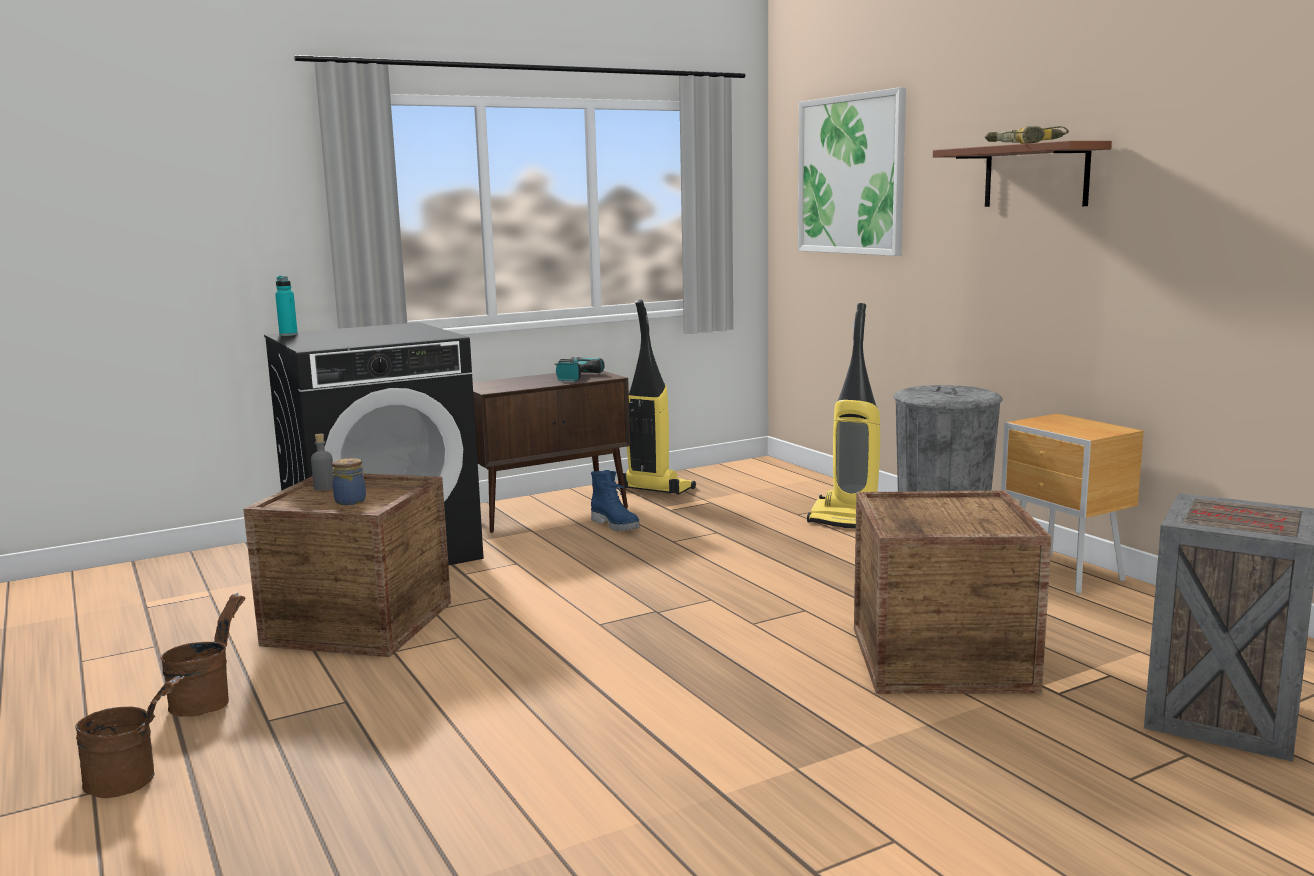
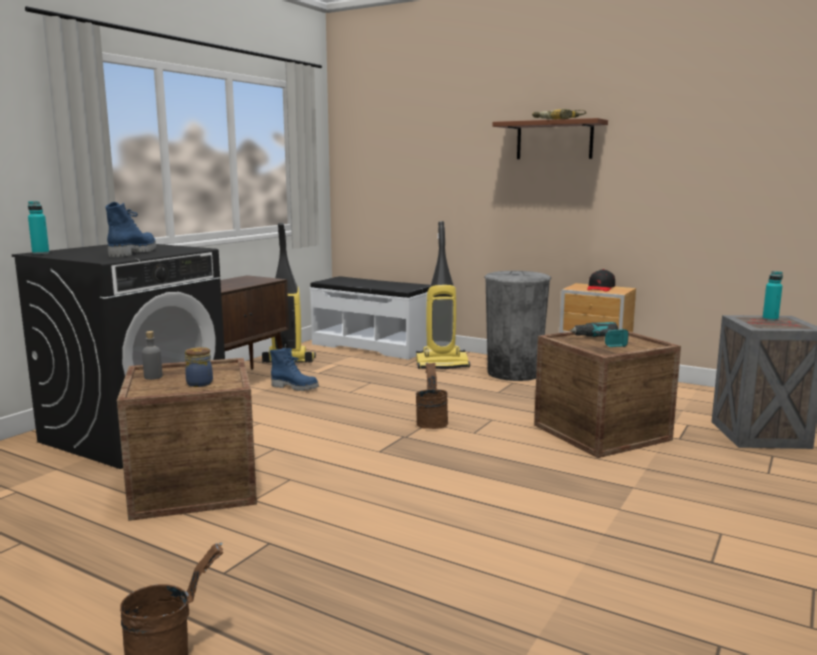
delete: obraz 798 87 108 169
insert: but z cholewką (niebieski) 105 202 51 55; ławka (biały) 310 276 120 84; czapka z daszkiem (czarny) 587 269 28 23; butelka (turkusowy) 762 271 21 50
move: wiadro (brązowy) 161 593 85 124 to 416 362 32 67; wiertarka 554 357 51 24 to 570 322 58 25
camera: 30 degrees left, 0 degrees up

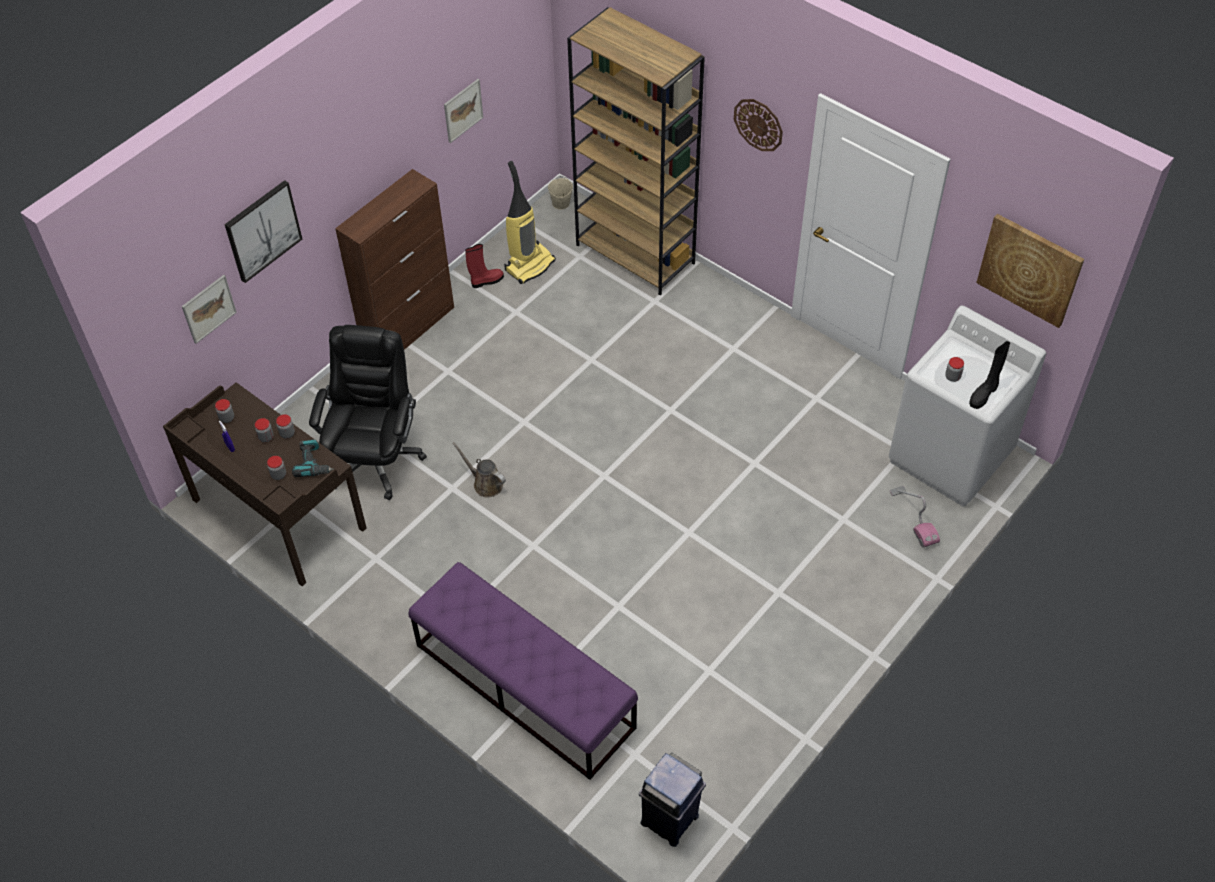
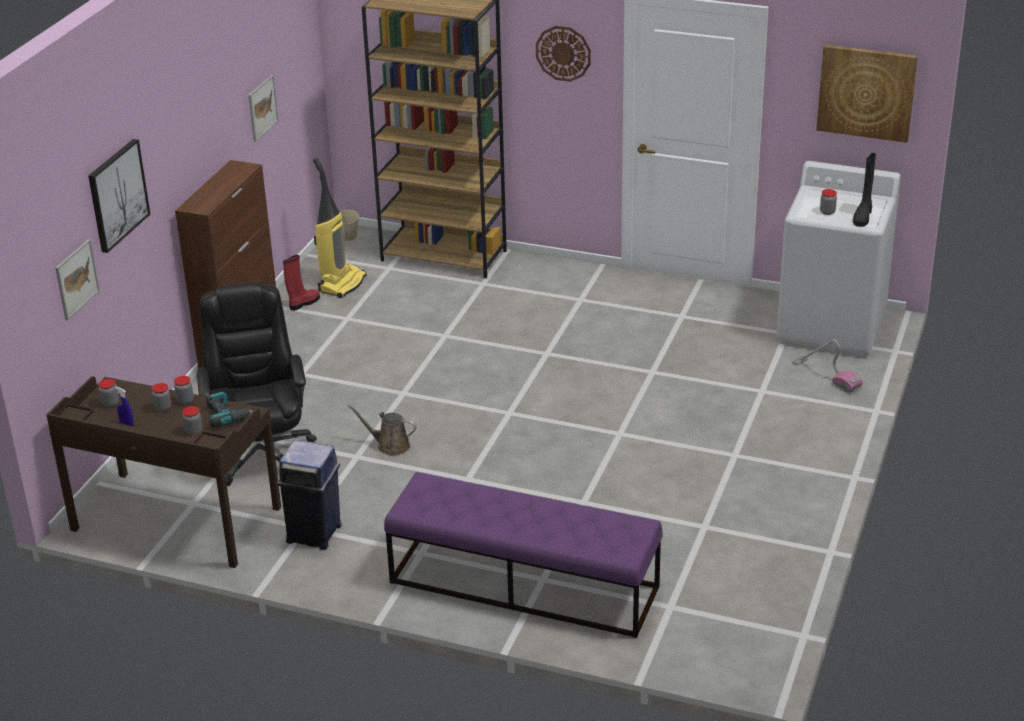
move: kosz na śmieci (niebieski) 639 753 67 94 to 277 440 65 110
camera: 20 degrees left, 20 degrees down

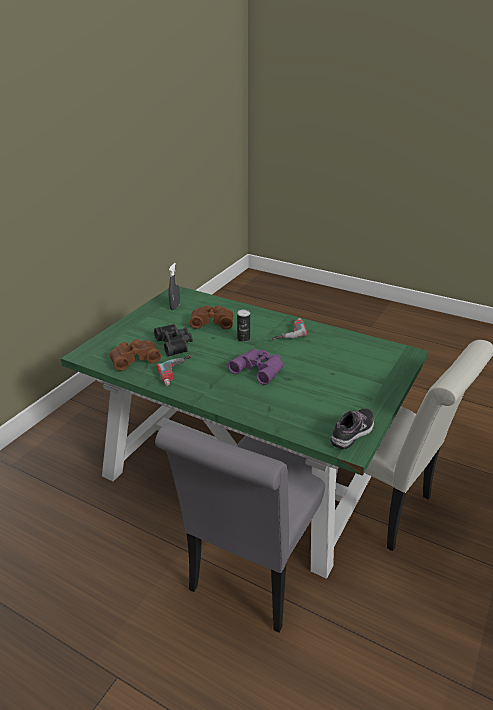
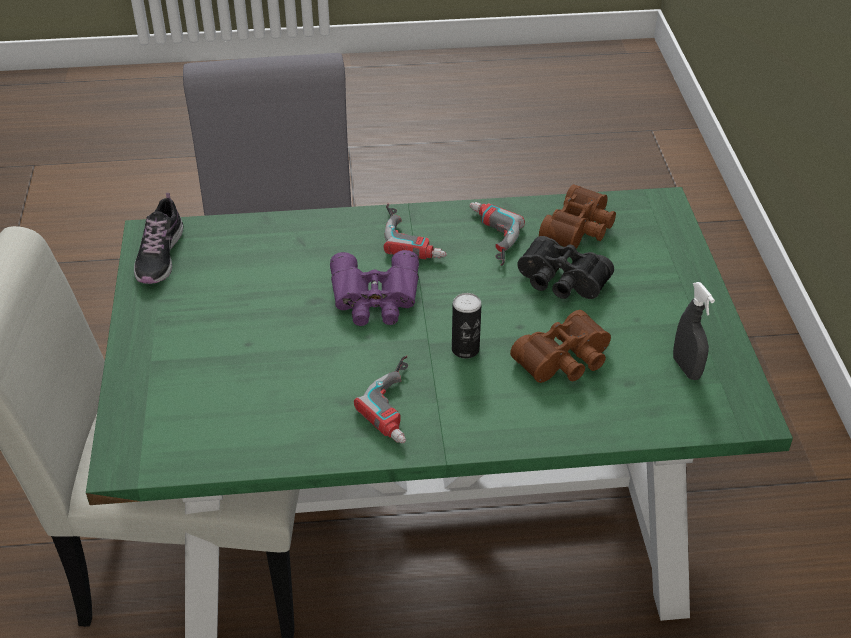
insert: wiertarka 383 203 64 57
camera: 145 degrees right, 10 degrees up

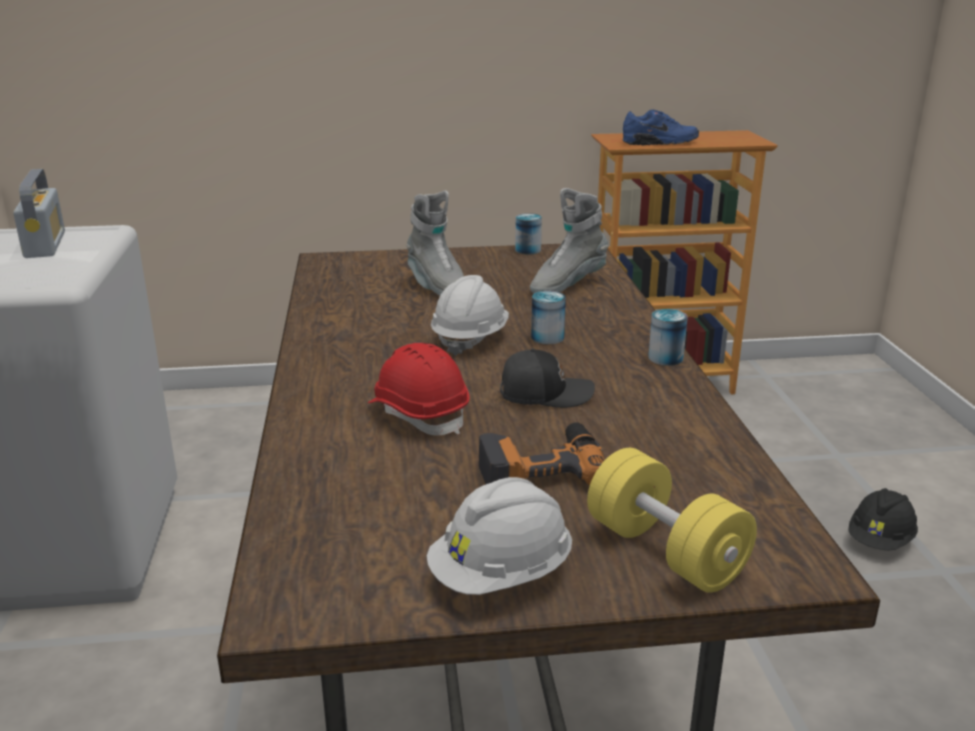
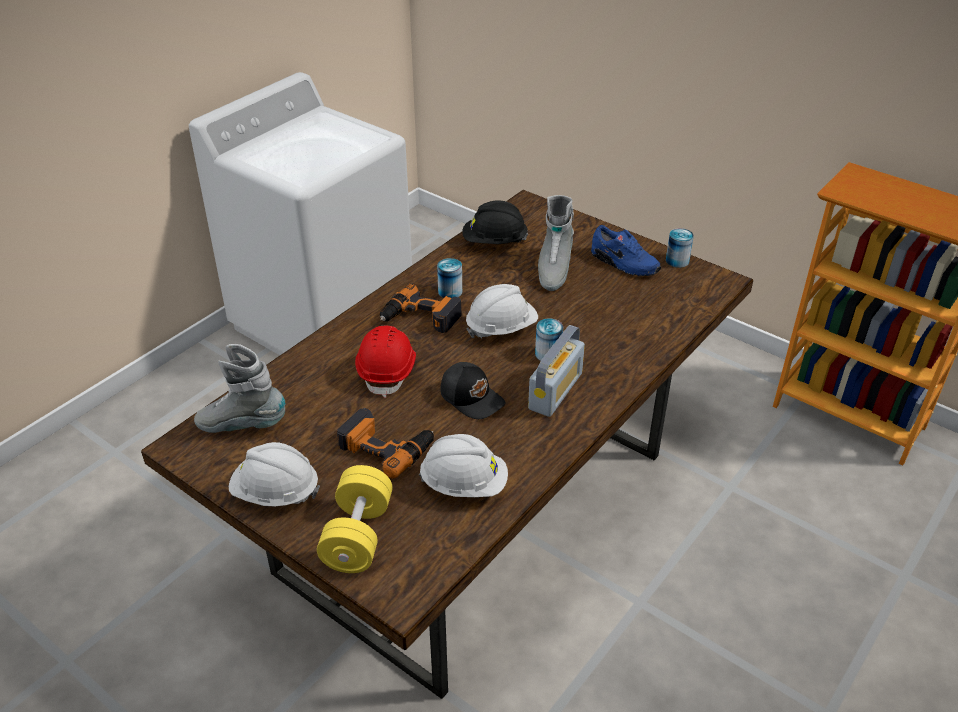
insert: wiertarka 380 284 82 49; kask (biały) 419 434 89 63
move: radio 13 169 52 89 to 528 325 57 92; but z cholewką (szary) 530 188 79 106 to 194 344 91 89; but (niebieski) 623 110 76 36 to 591 225 70 51; puszka 648 309 40 57 to 437 258 25 40; kask (czarny) 848 488 70 62 to 462 201 66 43
camera: 45 degrees right, 15 degrees up

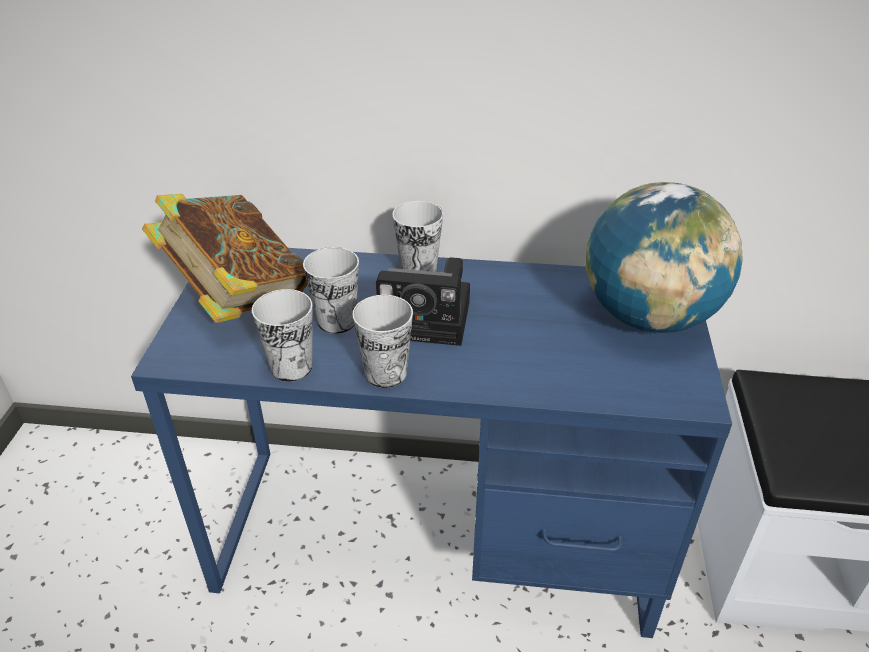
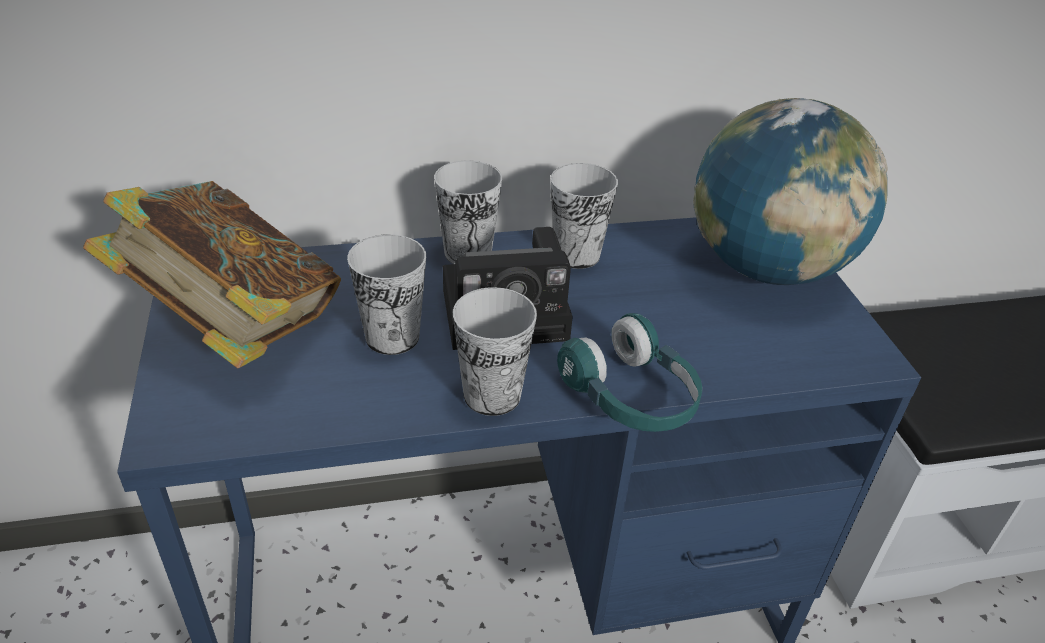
insert: słuchawki (turkusowy) 557 313 145 119
move: filiżanka 252 289 60 93 to 551 163 67 106
camera: 20 degrees left, 0 degrees up

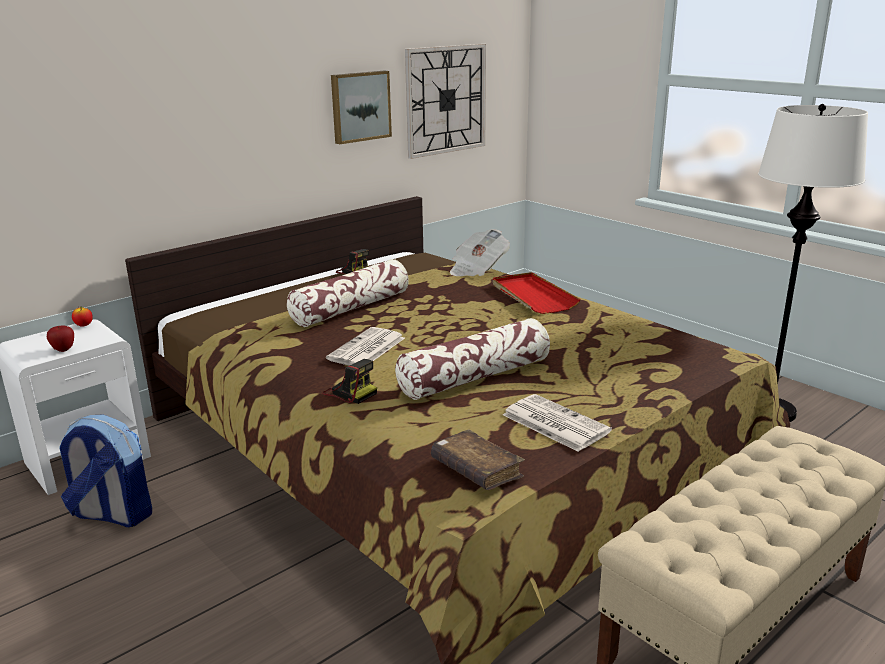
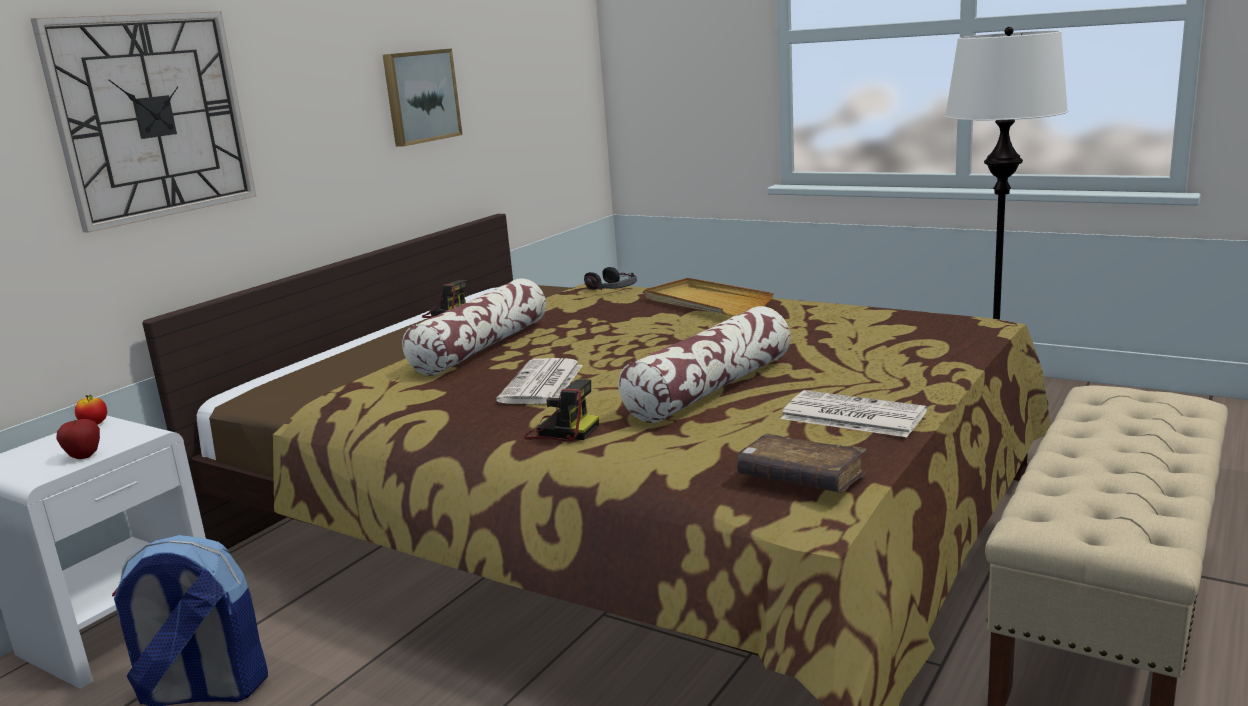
move: zegar ścienny 405 44 81 115 to 31 11 225 222
replace: gazeta 450 229 60 47 to słuchawki 584 267 53 23
recolor: taca (czerwony) 493 272 88 42 to taca (beżowy) 645 278 129 38
camera: 15 degrees left, 5 degrees down

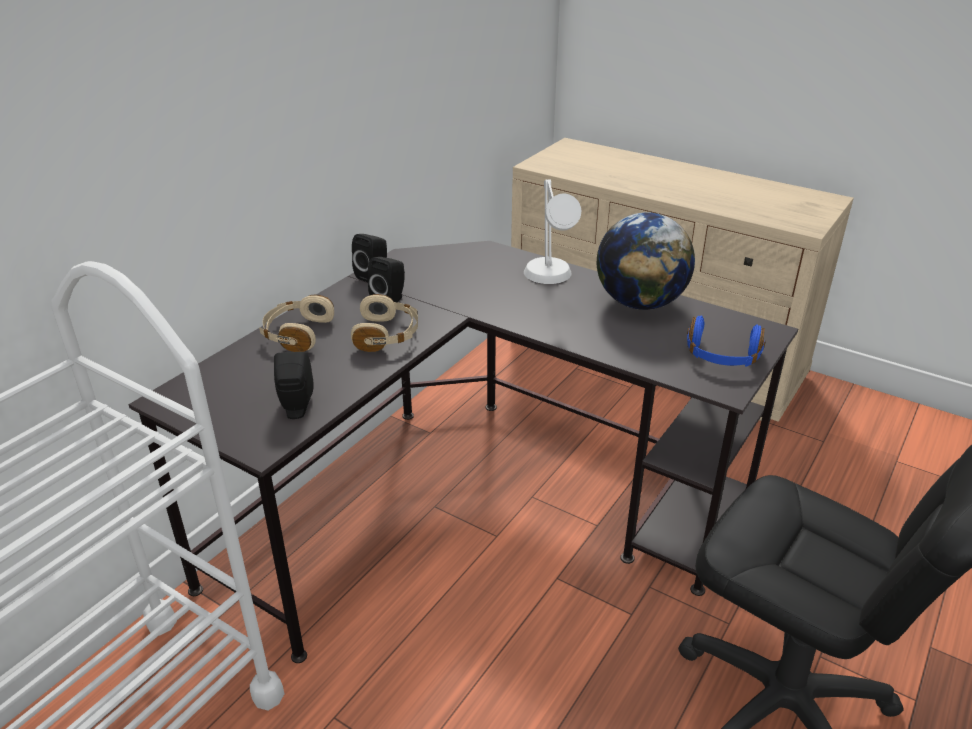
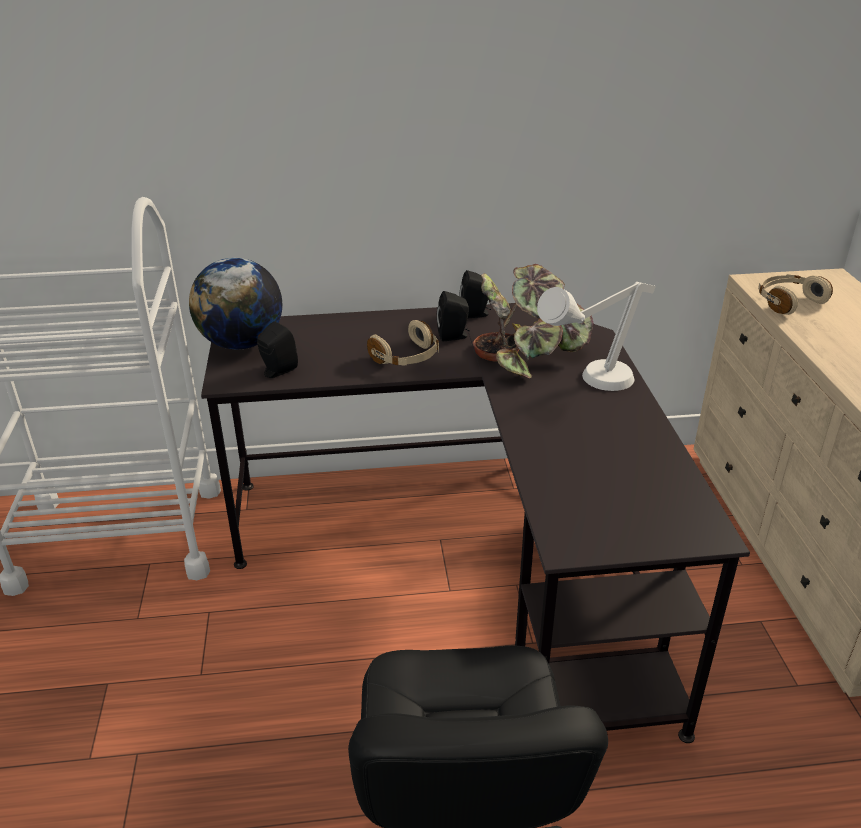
delete: słuchawki (niebieski) 687 316 79 51
insert: roślina doniczkowa 473 264 121 114
move: słuchawki (beżowy) 259 295 75 57 to 758 274 75 41; globus 597 212 98 98 to 189 258 93 92
camera: 50 degrees right, 0 degrees up

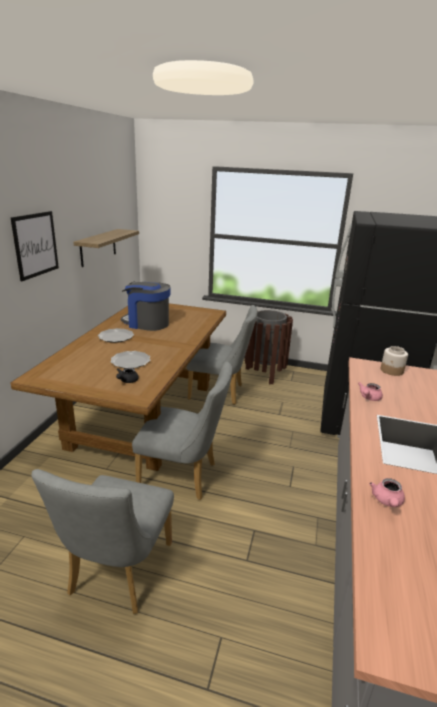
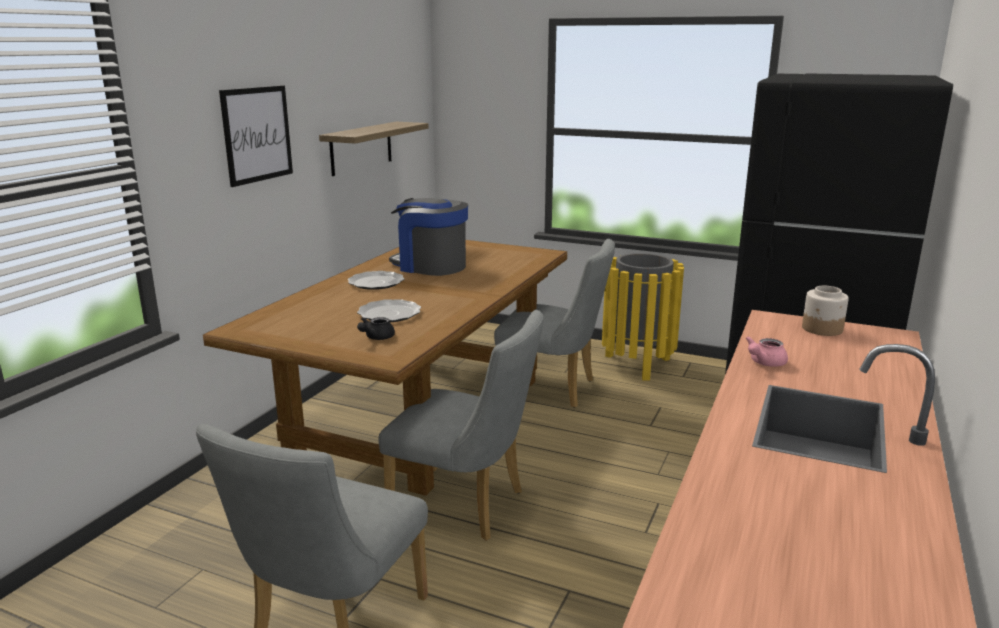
delete: imbryk (różowy) 369 478 36 29
recolor: kosz na śmieci (brązowy) 245 310 48 74 to kosz na śmieci (żółty) 602 253 82 128
camera: 10 degrees right, 5 degrees down

